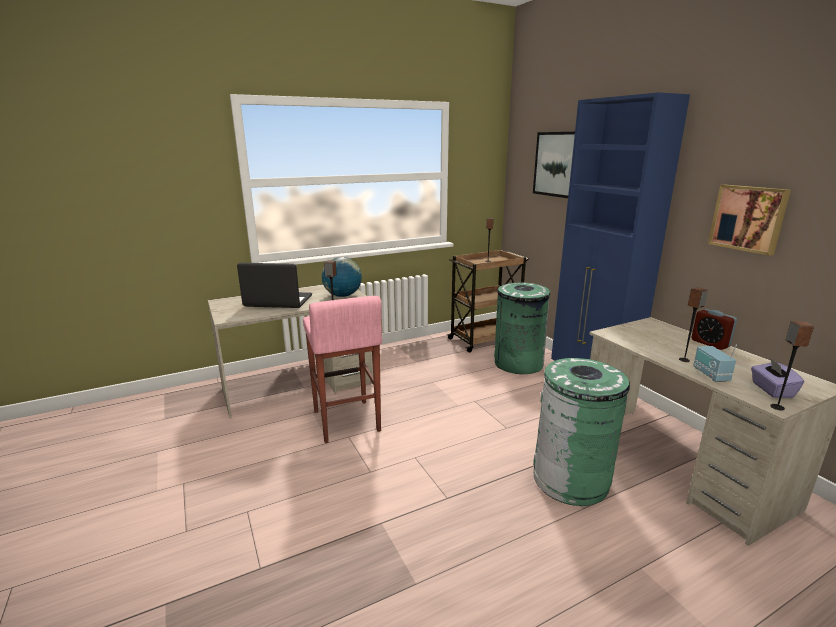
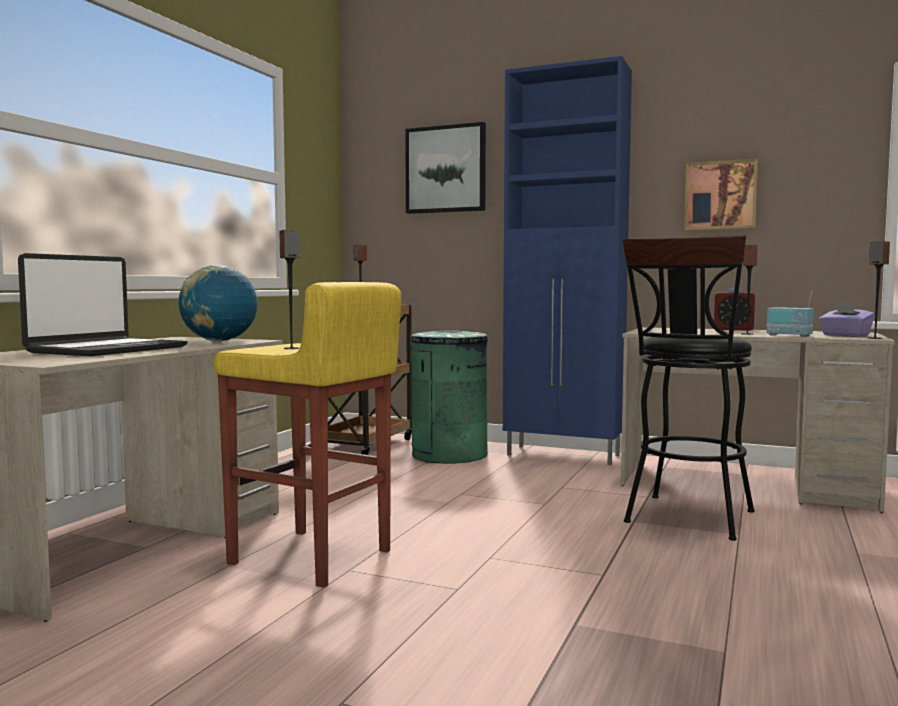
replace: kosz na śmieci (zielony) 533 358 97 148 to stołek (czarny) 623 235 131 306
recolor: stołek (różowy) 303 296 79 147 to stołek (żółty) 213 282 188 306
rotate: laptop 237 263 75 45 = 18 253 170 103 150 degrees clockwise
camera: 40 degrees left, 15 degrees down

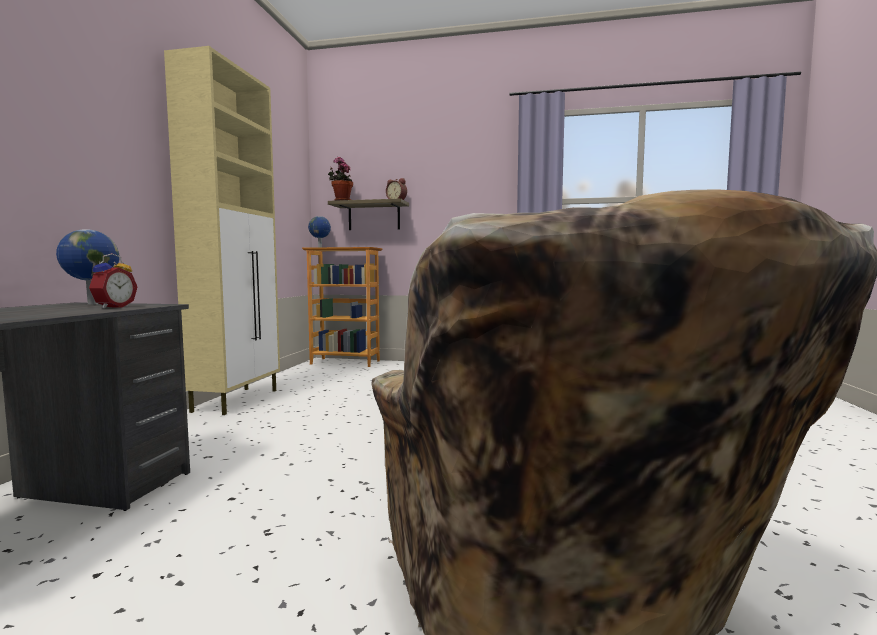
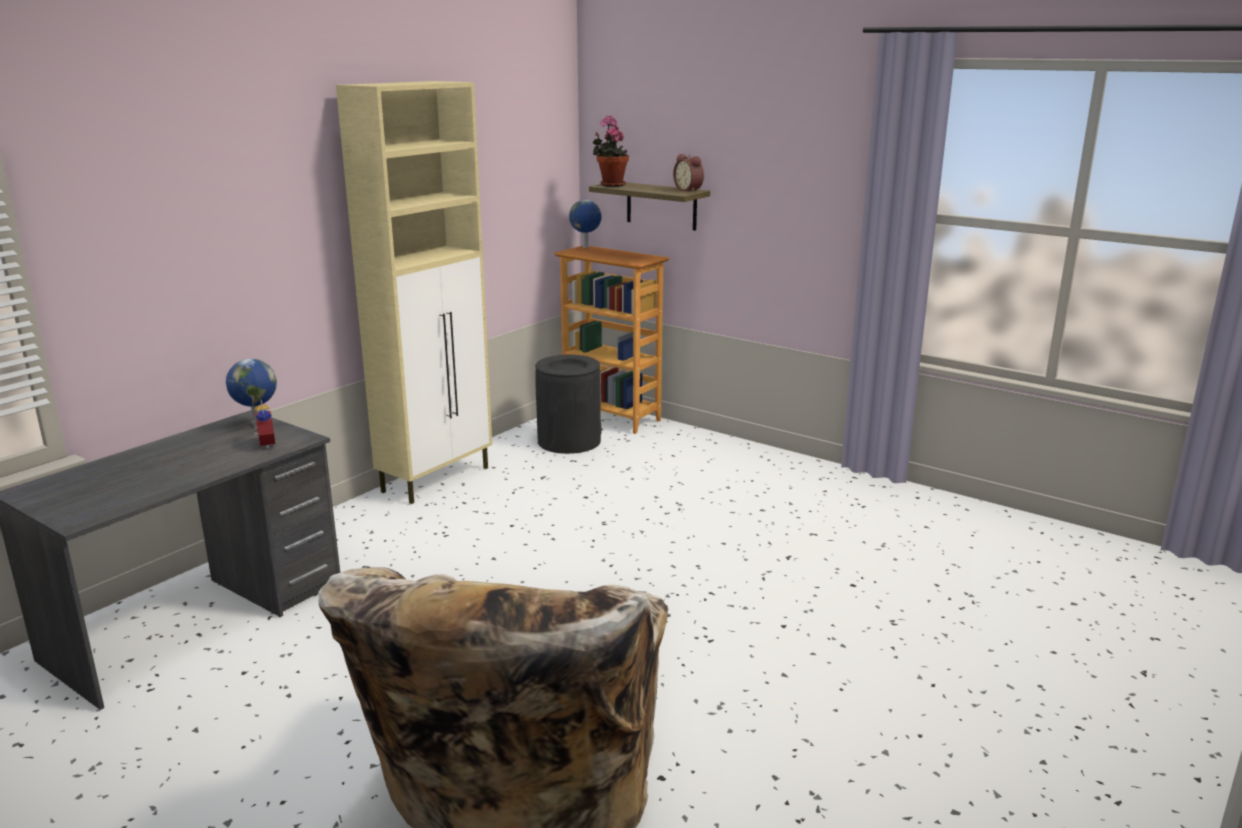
insert: kosz na śmieci (czarny) 535 355 67 99
rotate: budzik 89 253 48 56 = 250 400 25 49 60 degrees counterclockwise
camera: 25 degrees right, 15 degrees up

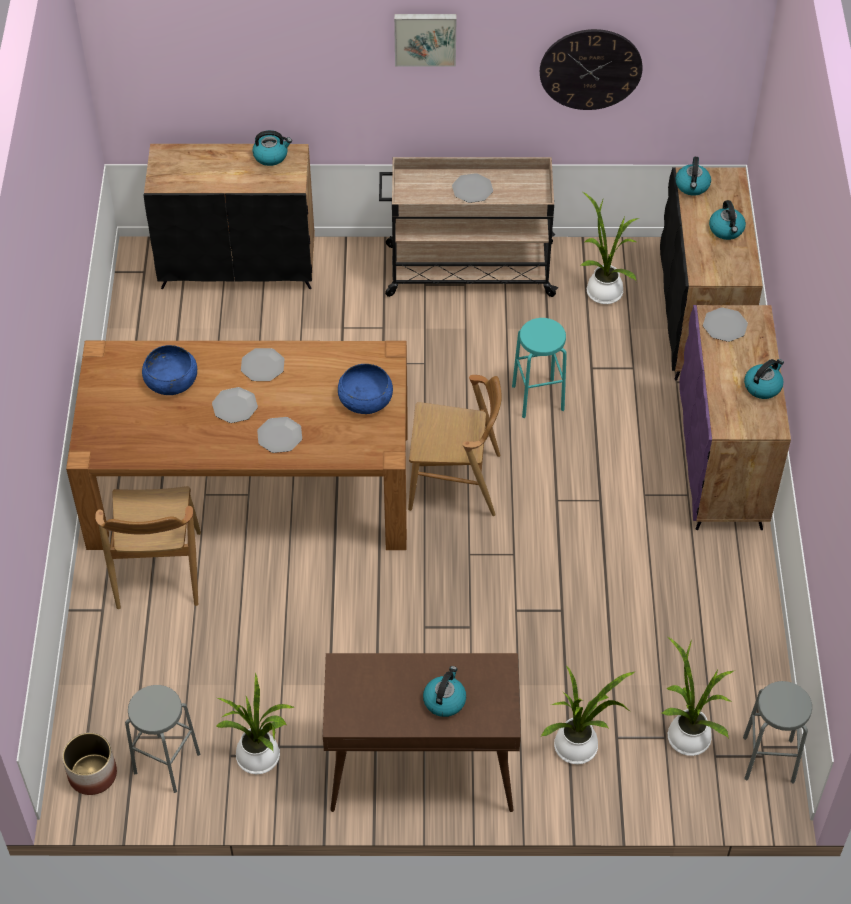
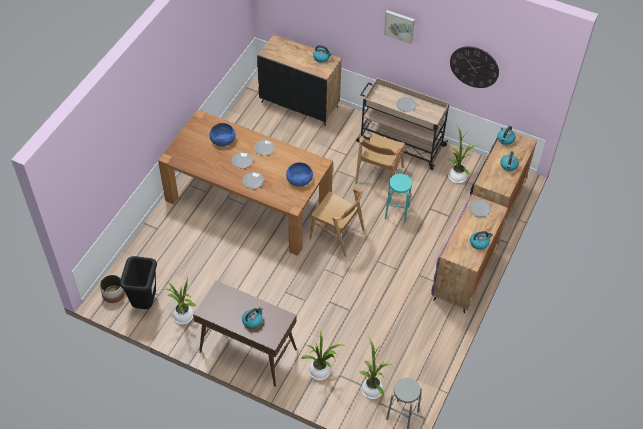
move: krzesło (brązowy) 95 486 106 123 to 355 133 50 61
replace: stołek (szary) 125 685 76 108 to kosz na śmieci (czarny) 120 256 37 53
camera: 25 degrees right, 0 degrees up

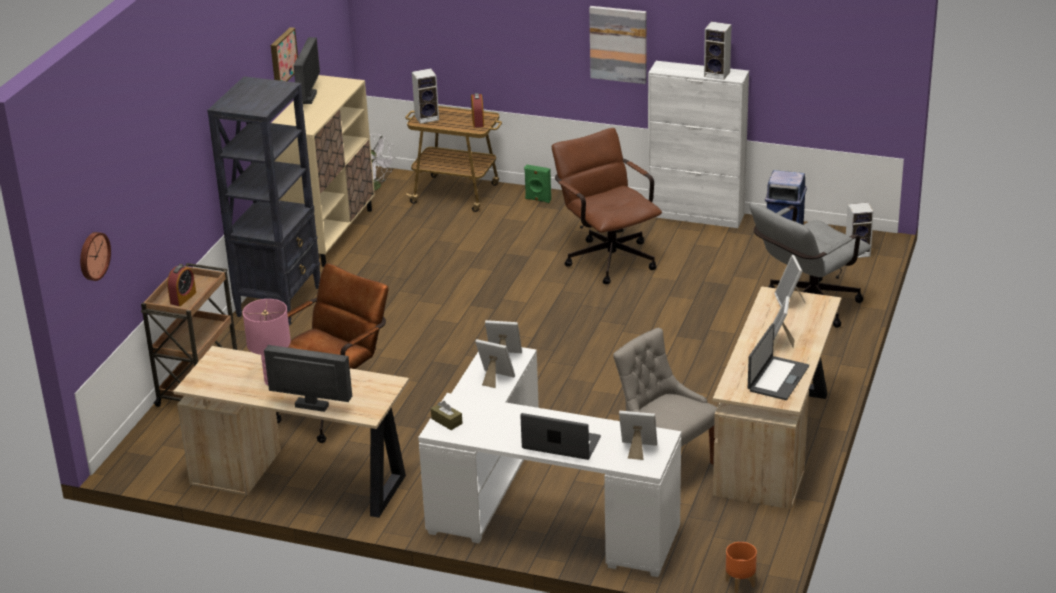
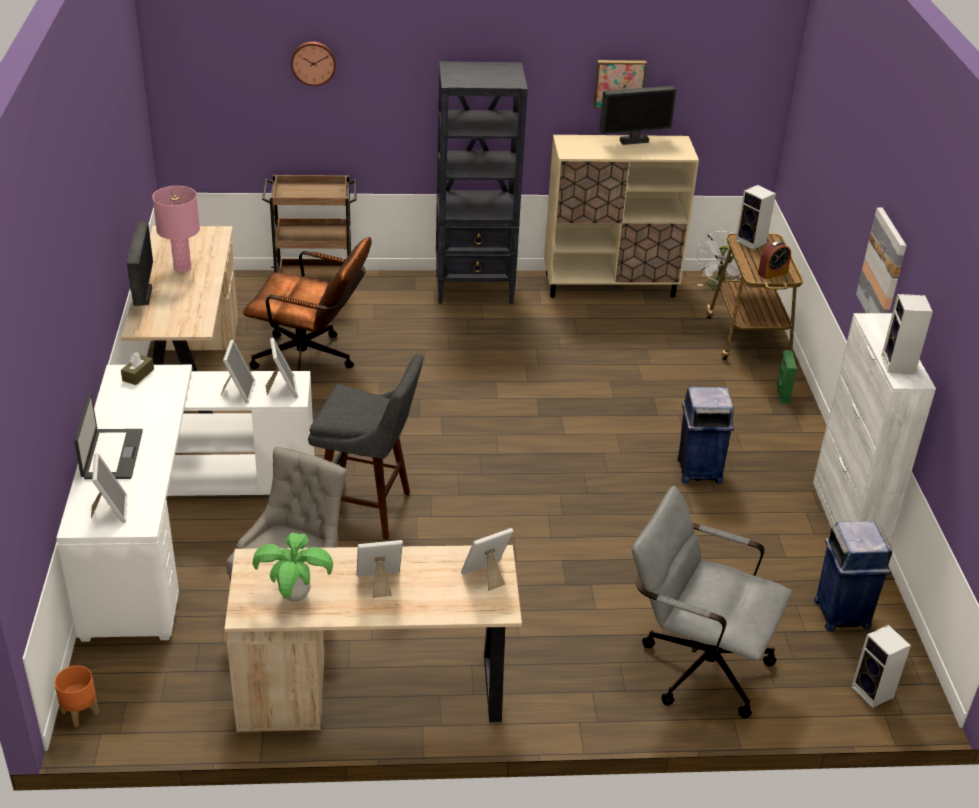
delete: budzik 167 265 29 41
insert: stołek (szary) 308 354 116 186
move: zegar ścienny 80 232 31 49 to 291 41 45 45
replace: krzesło biurowe (brązowy) 552 128 110 156 to kosz na śmieci (niebieski) 678 386 56 98; laptop 748 323 61 77 to roślina doniczkowa 253 533 80 68
camera: 65 degrees right, 5 degrees up

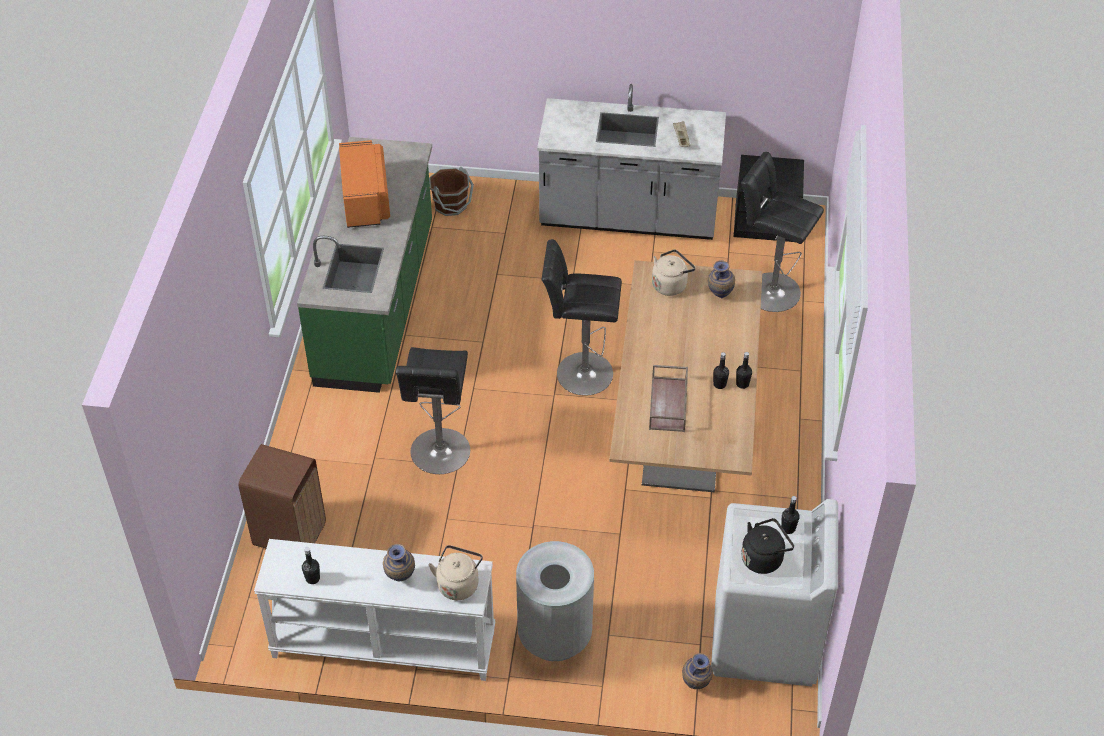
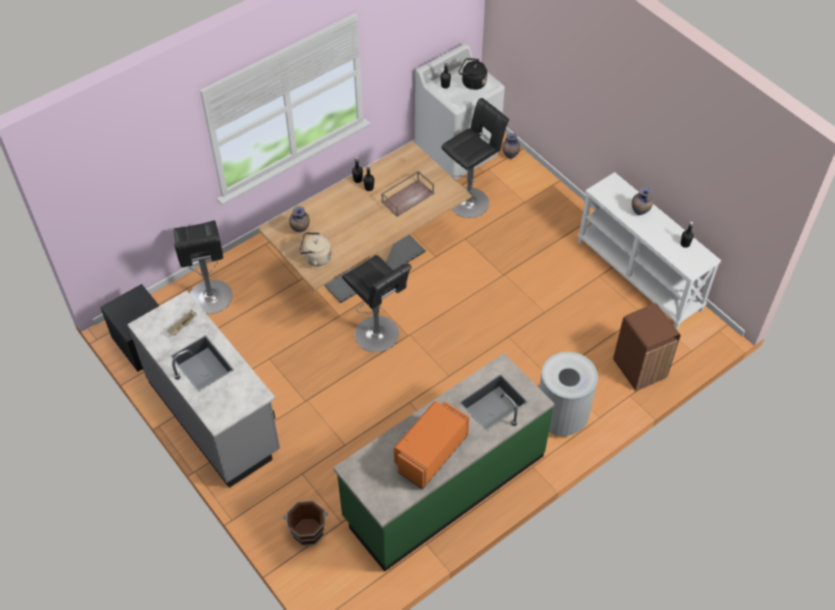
delete: czajnik (beżowy) 428 545 55 55
move: stołek (czarny) 396 347 74 127 to 441 98 68 120; kosz na śmieci (szary) 516 541 78 120 to 539 352 59 84
camera: 135 degrees left, 5 degrees up

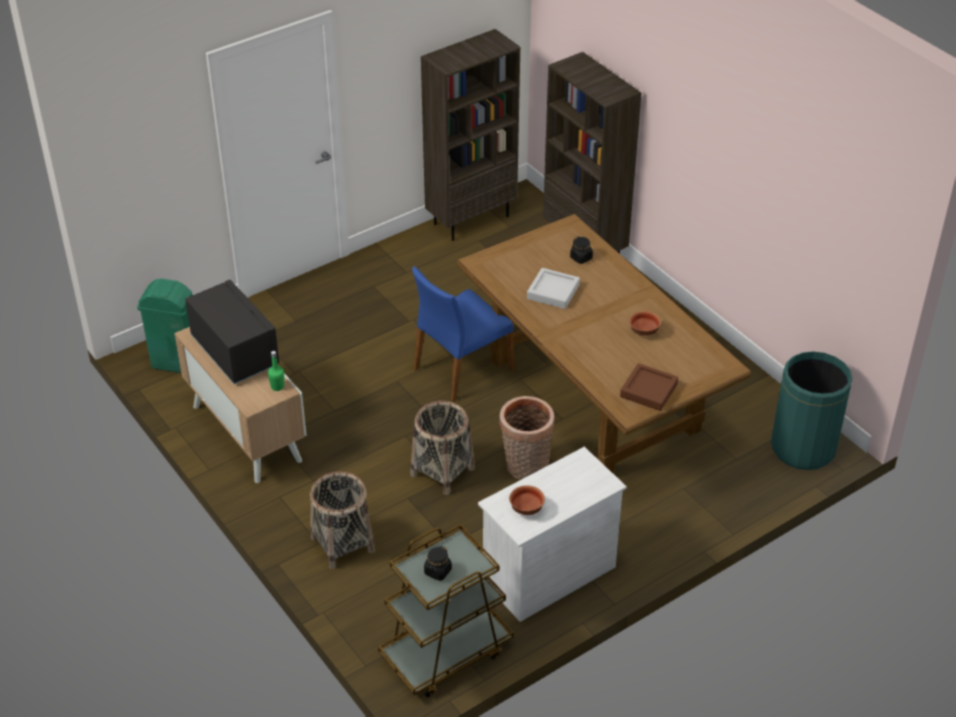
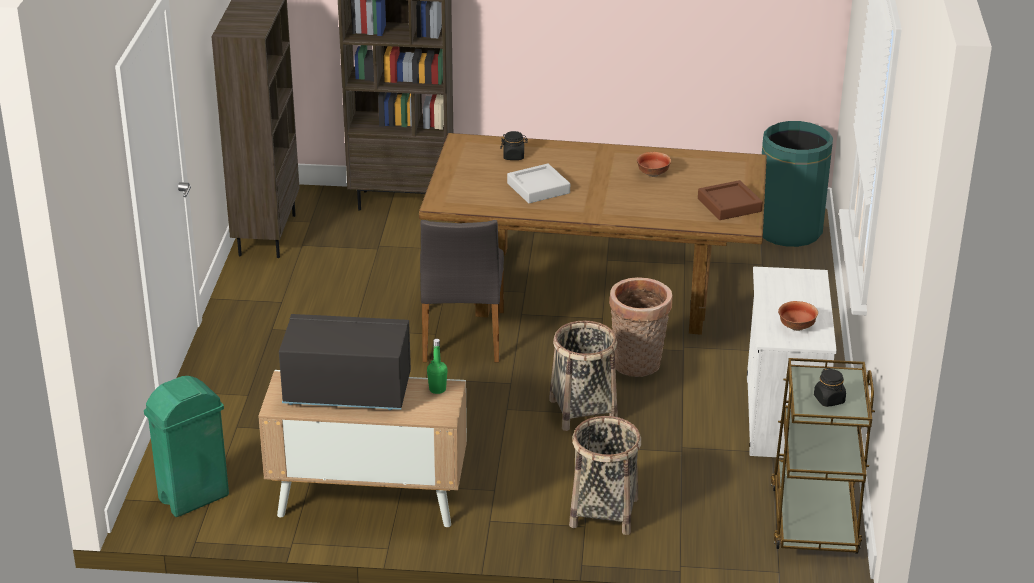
recolor: krzesło (niebieski) 412 266 103 136 to krzesło (szary) 420 220 84 142
camera: 50 degrees left, 10 degrees down

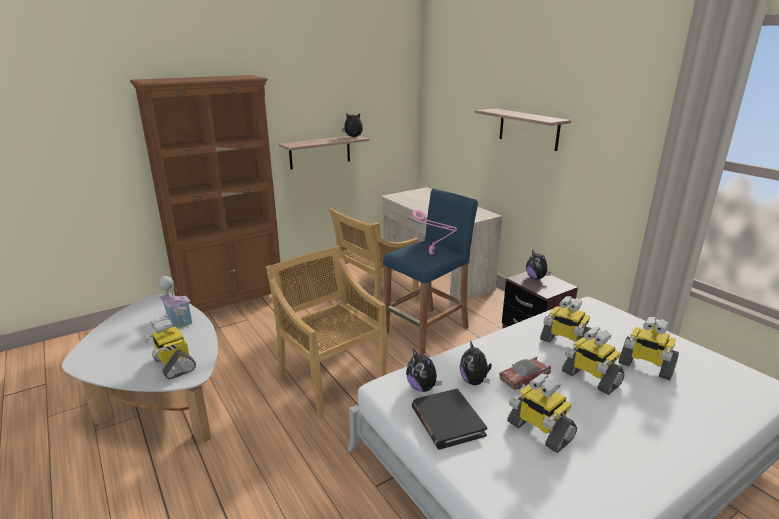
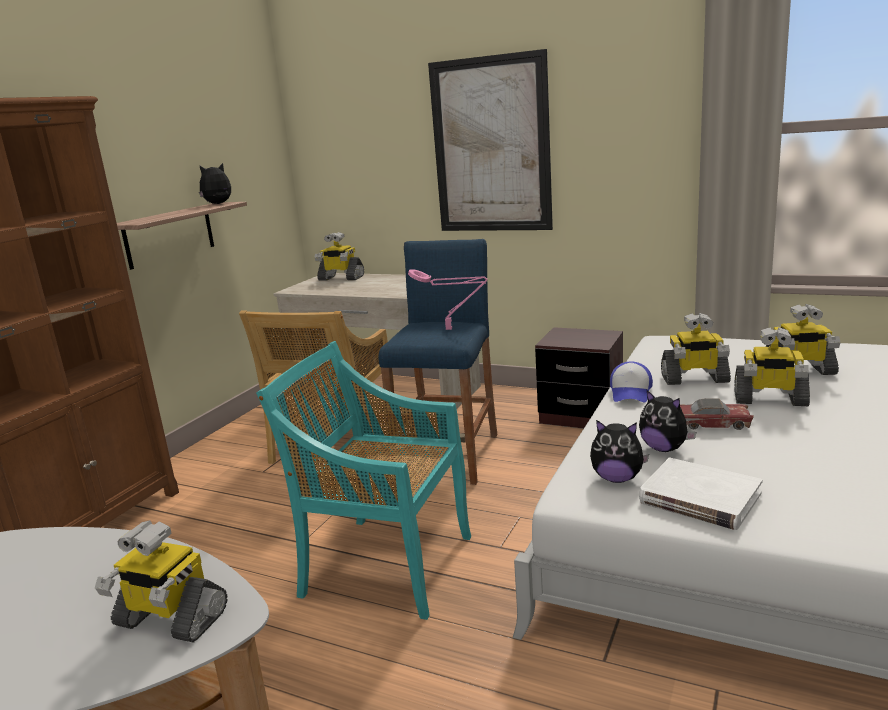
delete: domek 159 276 34 54; pluszak 526 250 25 29
insert: czapka z daszkiem 610 361 43 41
move: robot zabawkowy 507 374 70 79 to 314 232 50 49
replace: półka 475 108 96 43 to obraz 428 49 125 182
recolor: krzesło (beżowy) 266 246 122 173 to krzesło (turkusowy) 256 341 215 279; książka (czarny) 412 389 75 61 to książka (biały) 639 458 123 72
rotate: samochodzik 499 356 52 34 = 680 398 74 32 105 degrees counterclockwise
camera: 30 degrees left, 5 degrees down

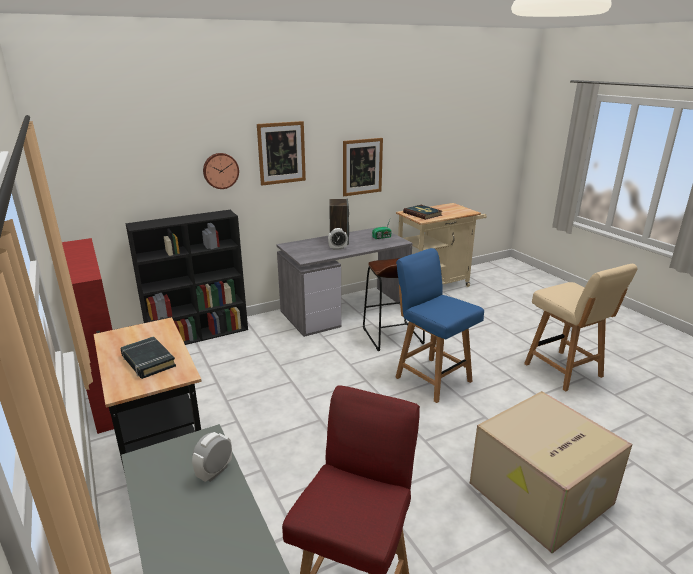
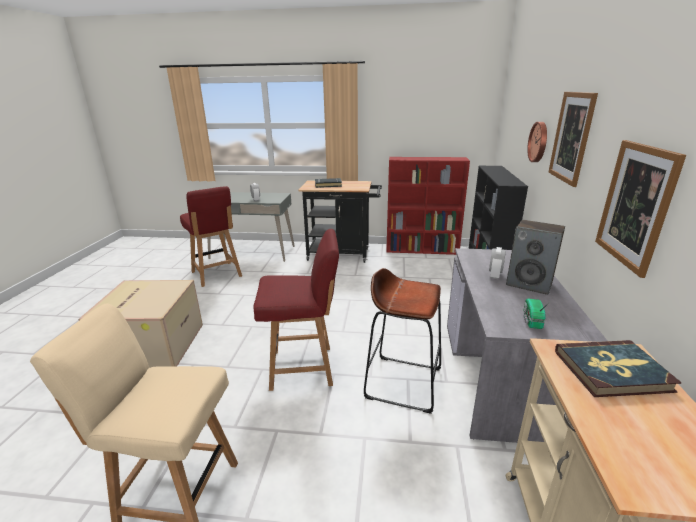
recolor: krzesło (niebieski) 395 248 89 155 to krzesło (czerwony) 253 229 86 162
camera: 125 degrees right, 0 degrees up

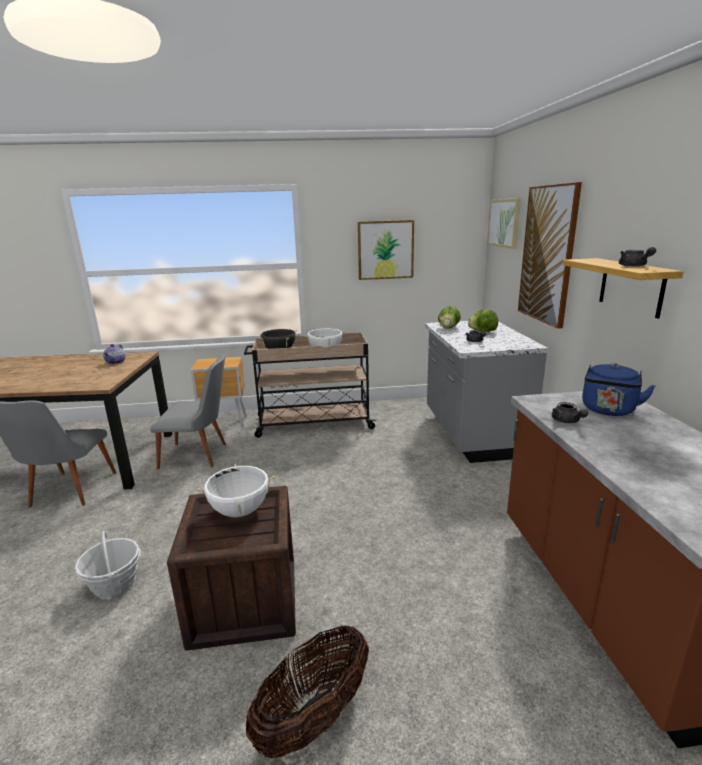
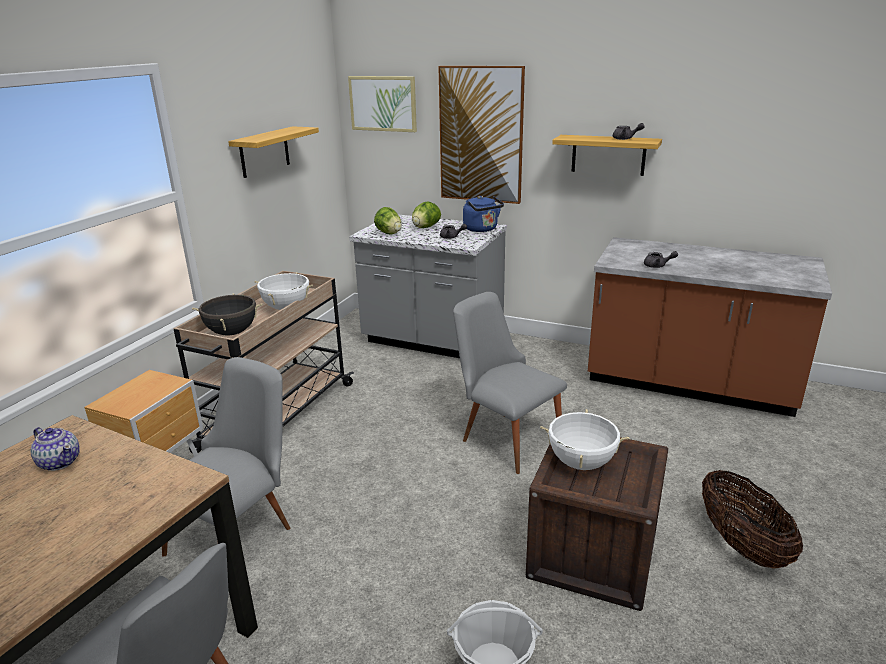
insert: krzesło (szary) 453 292 114 182
move: czajnik (niebieski) 582 363 73 53 to 463 196 41 36
replace: obraz 358 220 56 60 to półka 228 126 91 52
camera: 60 degrees left, 5 degrees up

